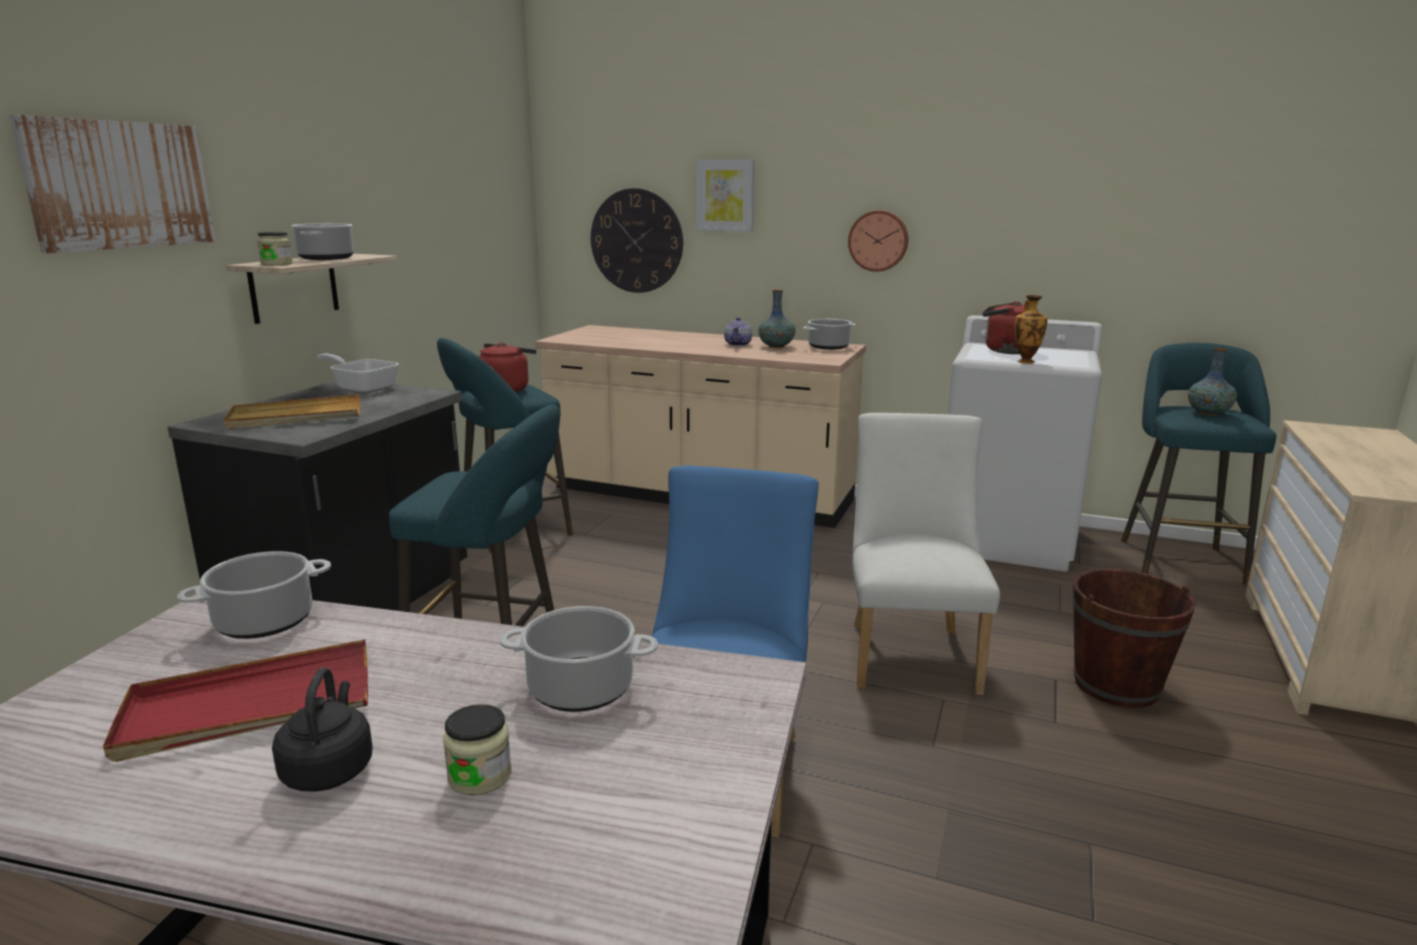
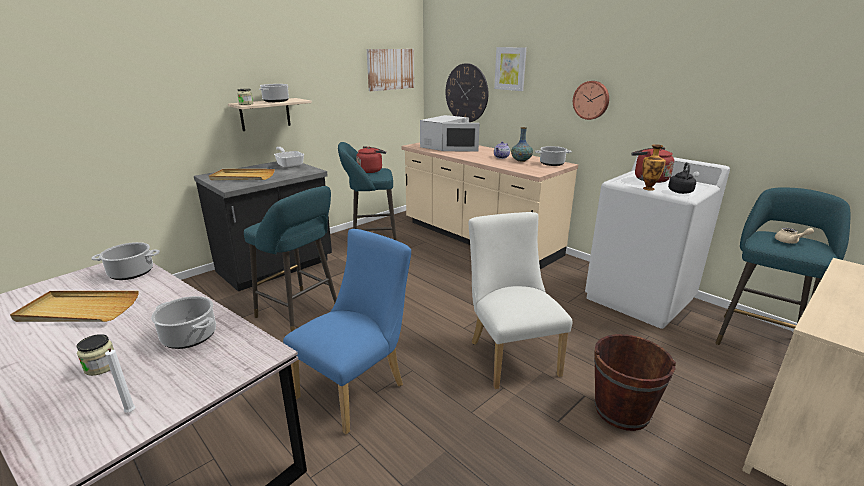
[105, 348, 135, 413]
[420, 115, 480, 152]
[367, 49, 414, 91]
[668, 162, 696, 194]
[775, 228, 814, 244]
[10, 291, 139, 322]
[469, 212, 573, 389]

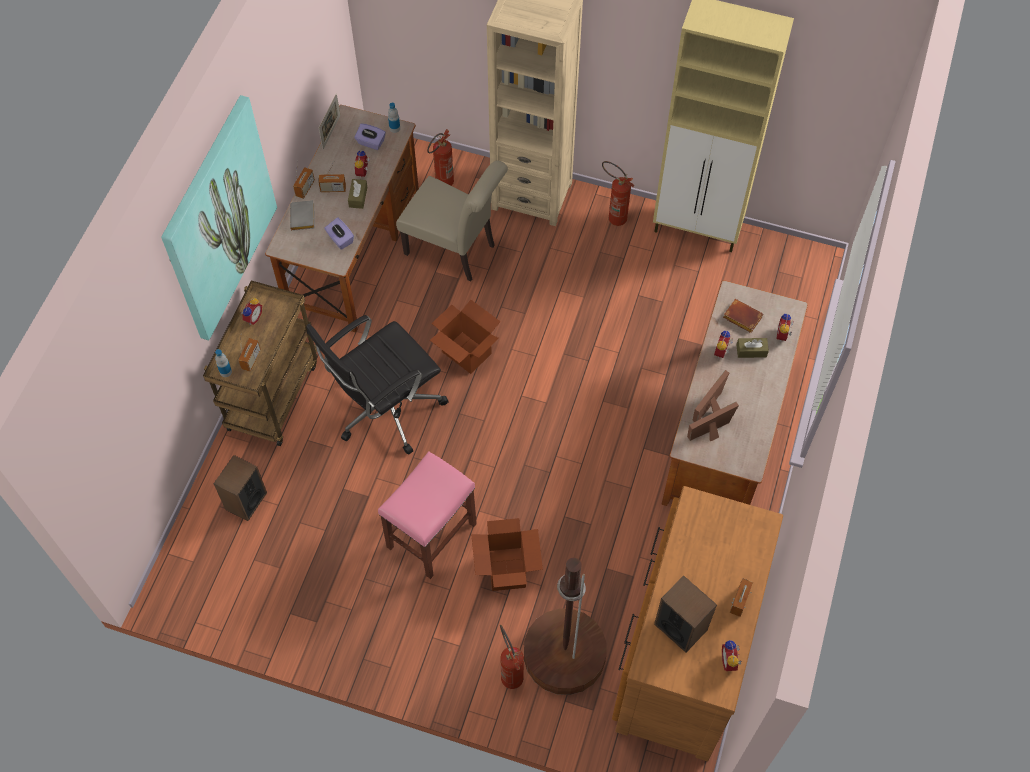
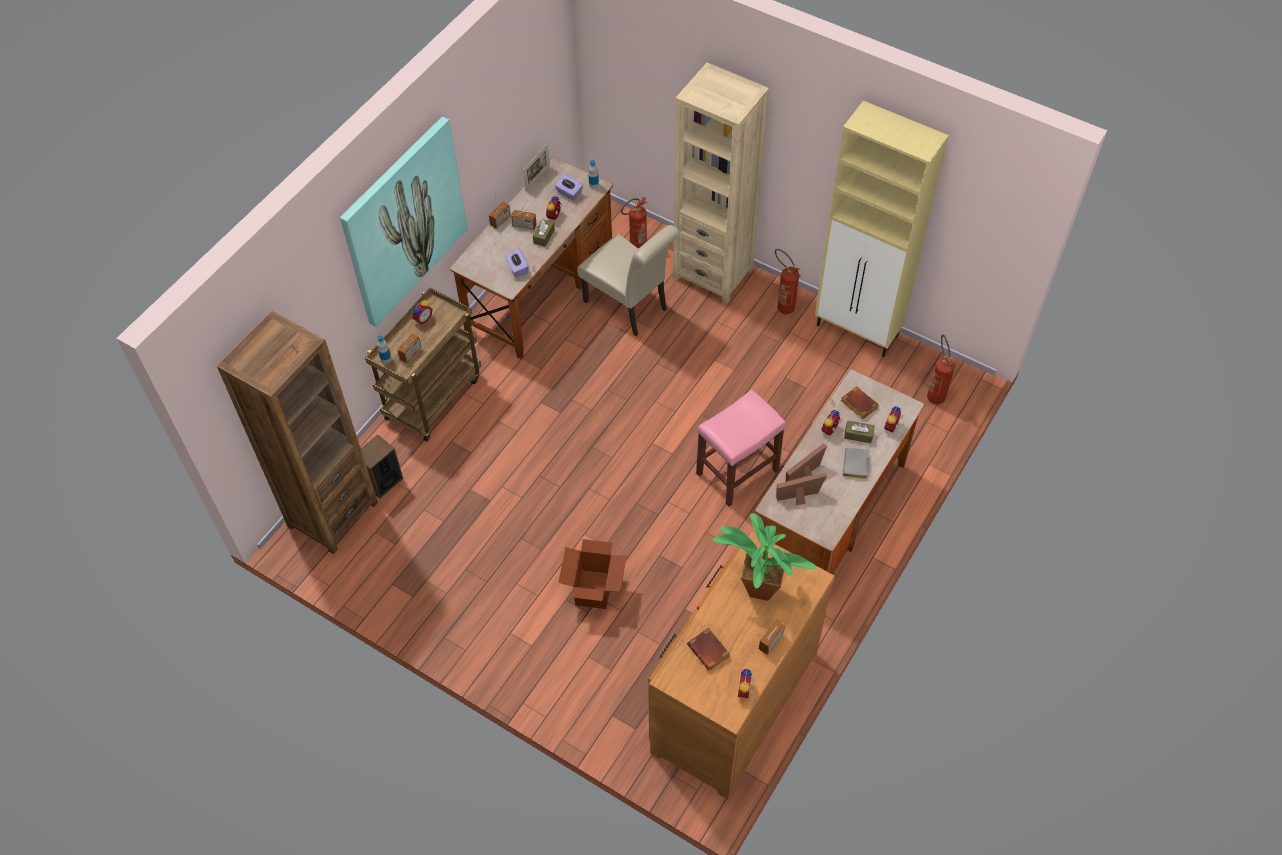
[306, 315, 449, 455] (first image)
[430, 300, 501, 374] (first image)
[524, 558, 606, 695] (first image)
[217, 311, 378, 554]
[713, 513, 816, 601]
[843, 448, 870, 479]
[696, 390, 786, 506]
[927, 334, 955, 404]
[687, 627, 730, 671]

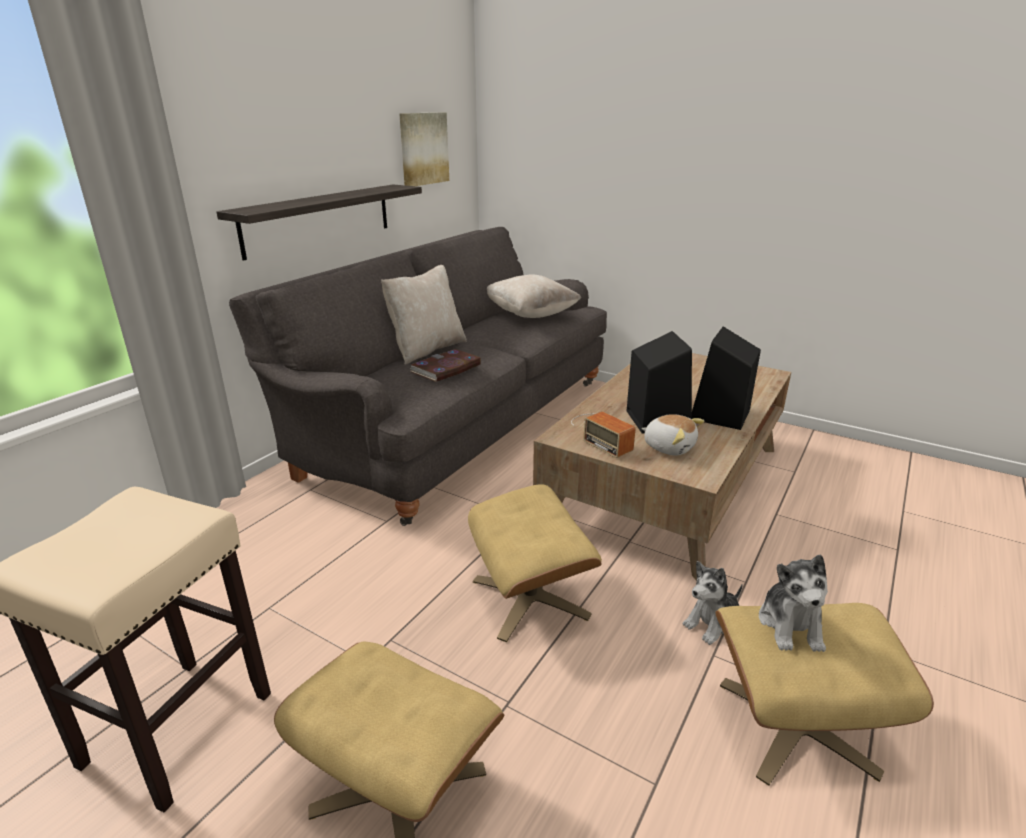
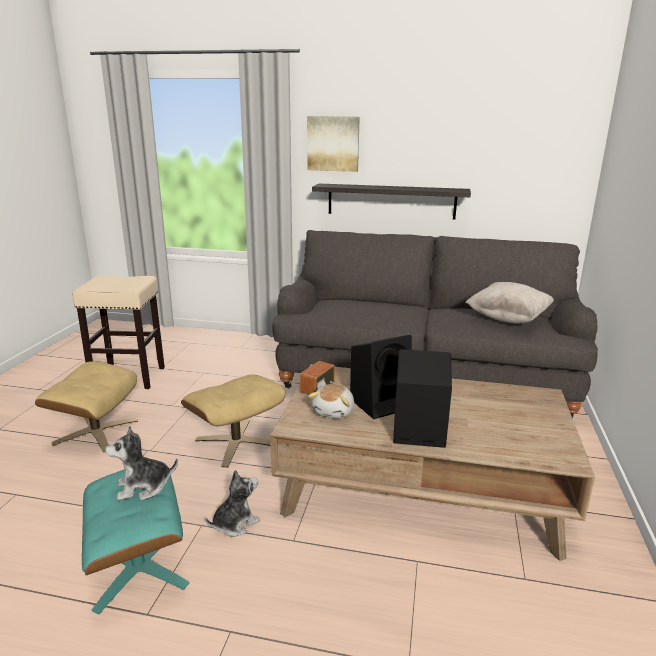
[381, 265, 467, 365] (first image)
[410, 349, 481, 382] (first image)
[307, 116, 360, 172]
[82, 461, 189, 614]
[206, 470, 260, 537]

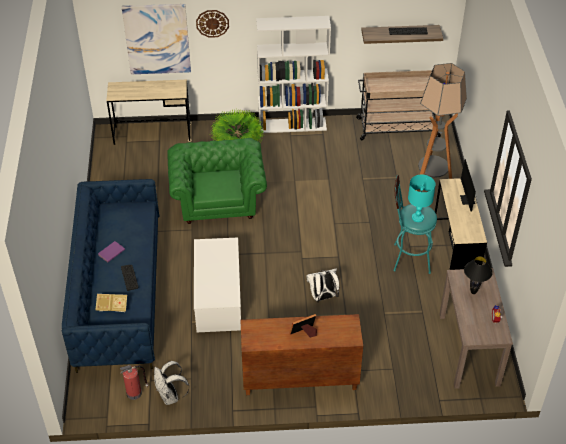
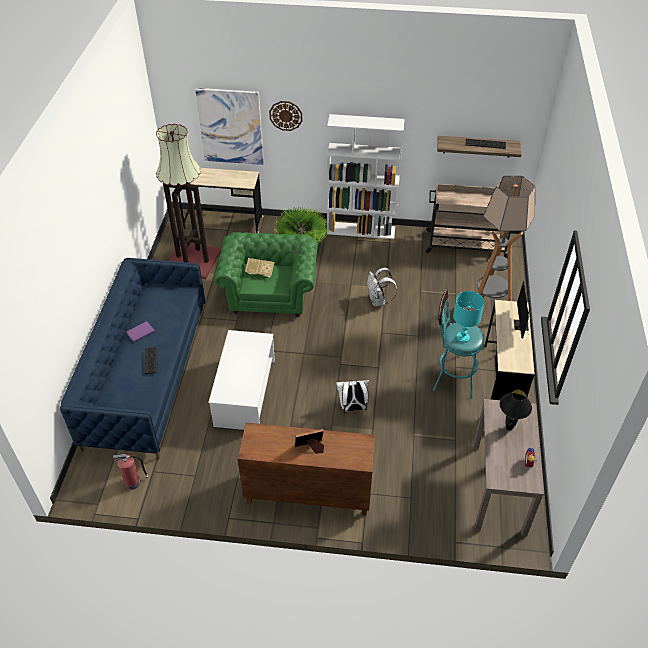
[156, 124, 221, 279]
[245, 258, 275, 277]
[367, 268, 397, 307]

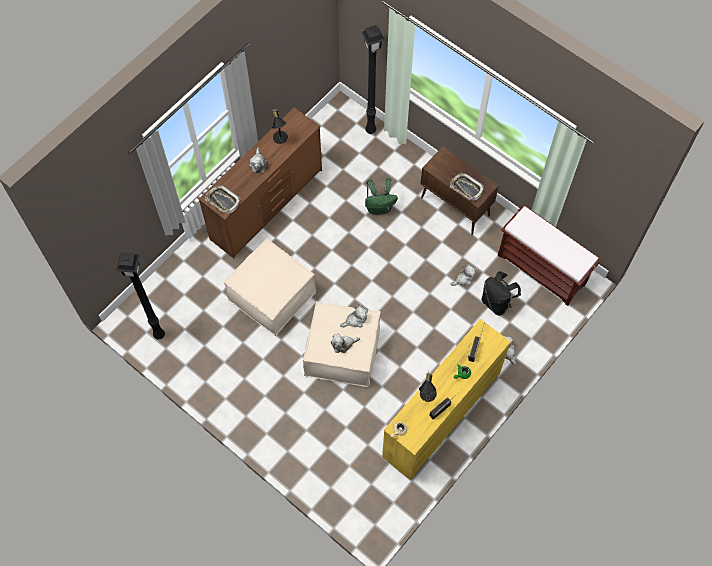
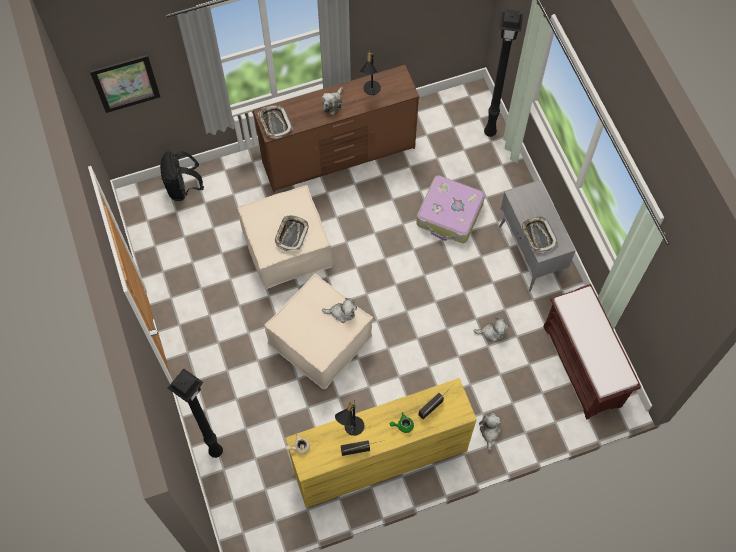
[330, 333, 360, 353] (first image)
[90, 55, 160, 113]
[275, 215, 309, 251]
[168, 368, 223, 458]
[160, 151, 204, 201]
[416, 175, 485, 243]
[499, 180, 576, 292]

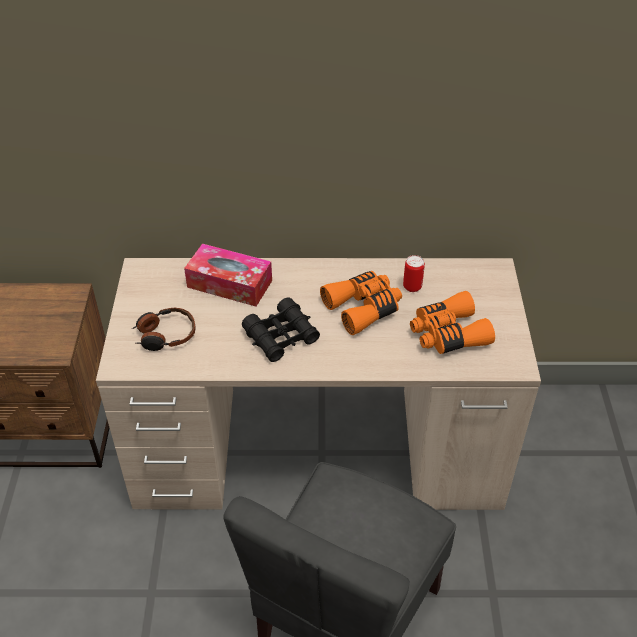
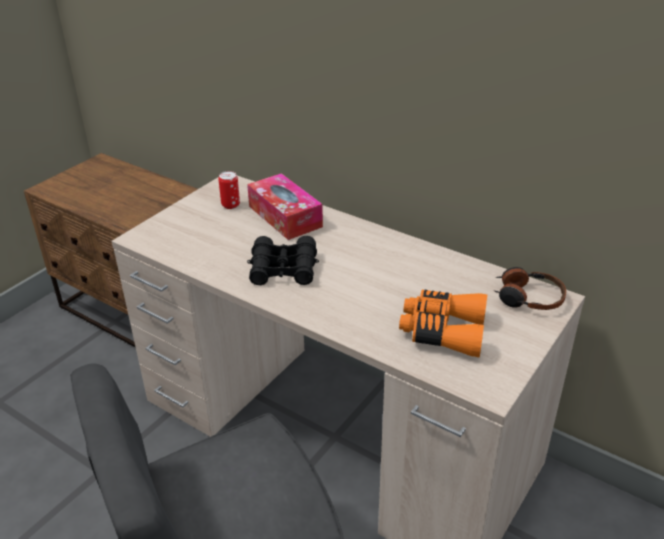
[320, 271, 402, 335] (first image)
[494, 267, 566, 310]
[218, 171, 240, 209]

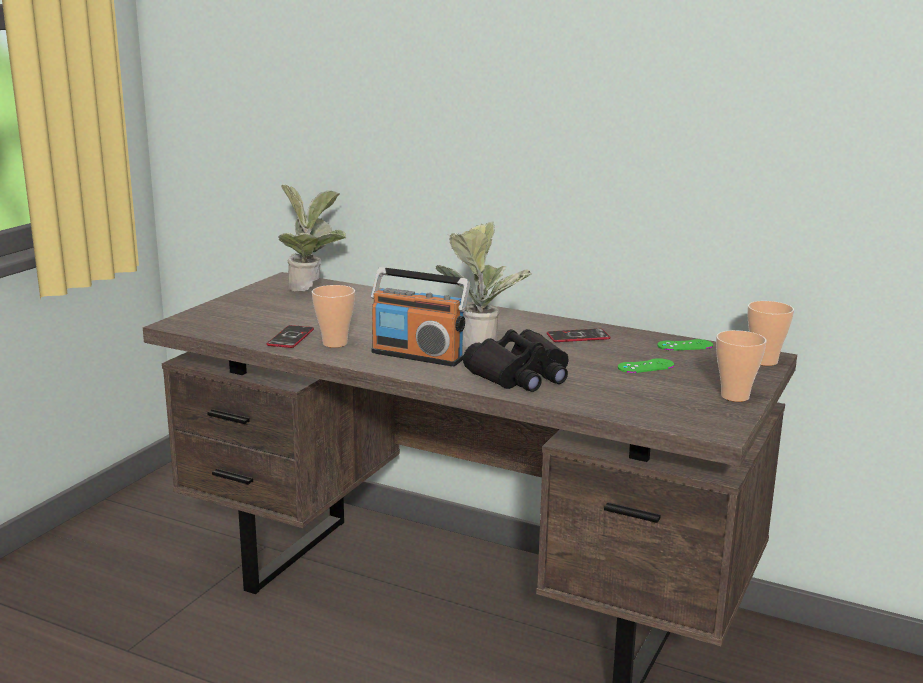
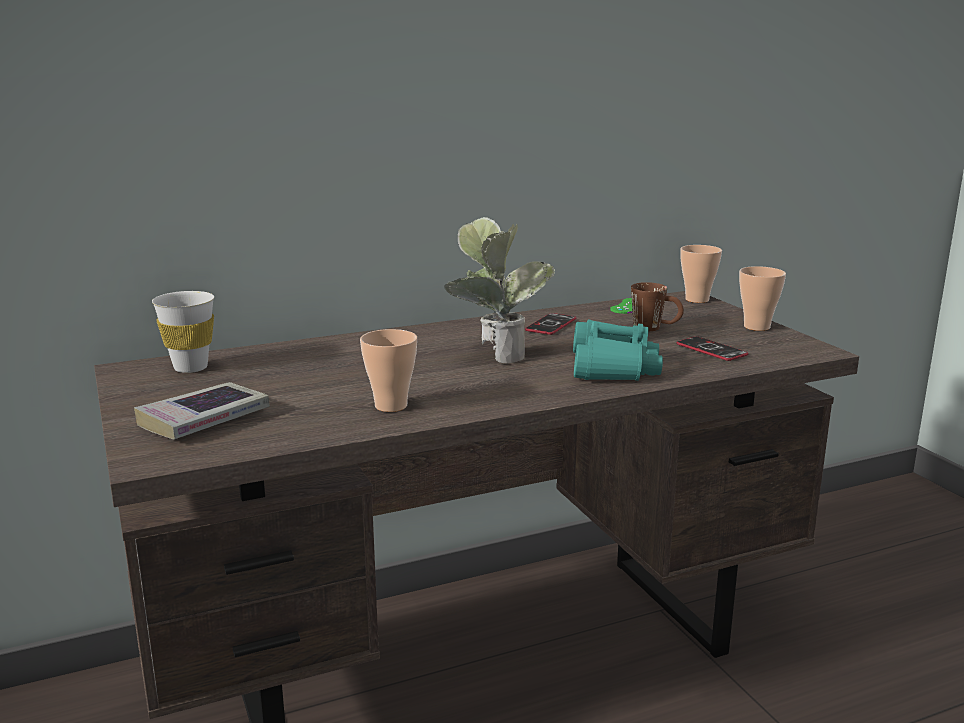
[371, 267, 470, 366] (first image)
[134, 382, 270, 439]
[676, 336, 748, 361]
[152, 291, 214, 373]
[631, 282, 684, 331]
[573, 320, 663, 381]

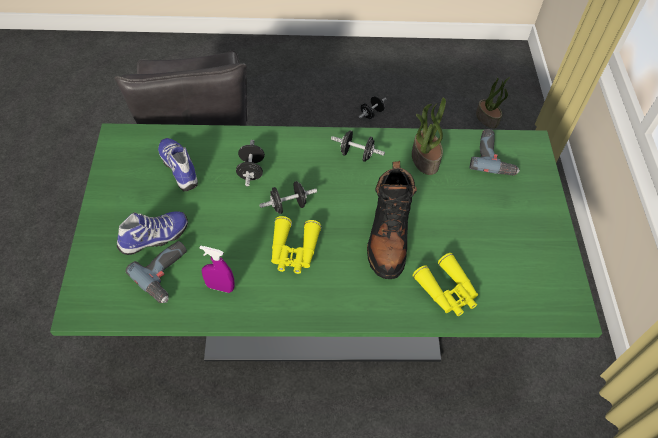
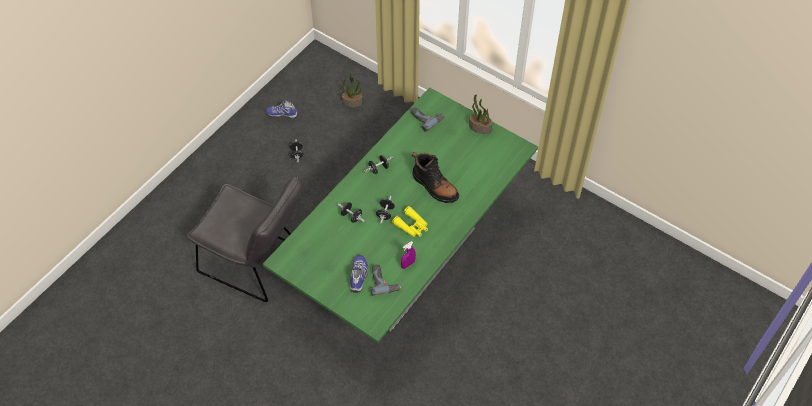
[413, 253, 478, 316] (first image)
[266, 101, 298, 119]
[469, 94, 492, 134]

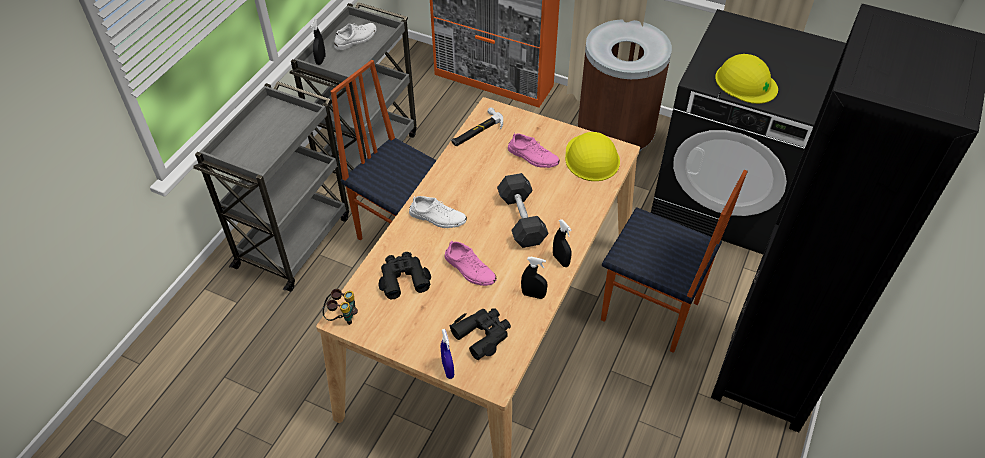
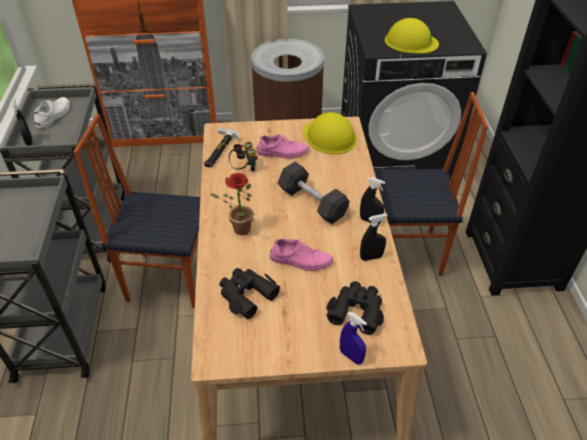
[229, 141, 258, 171]
[210, 173, 255, 235]

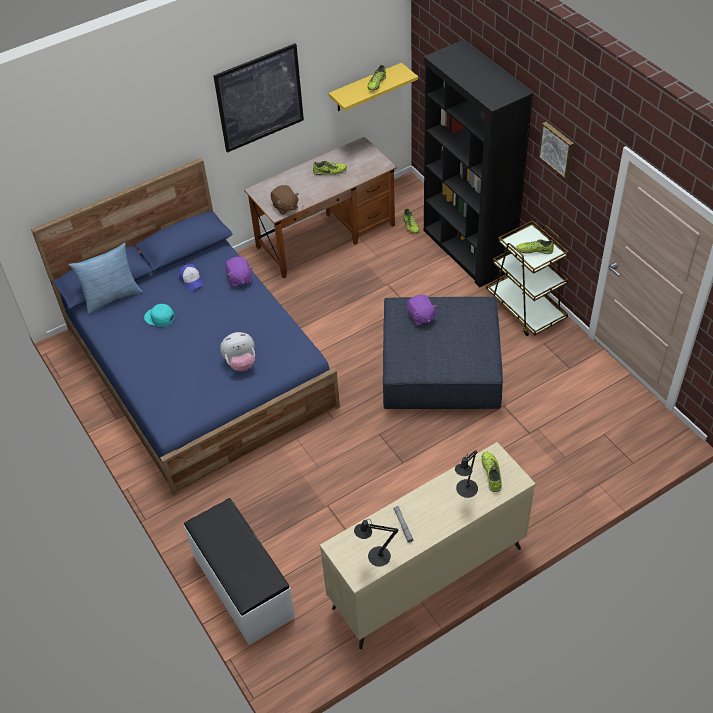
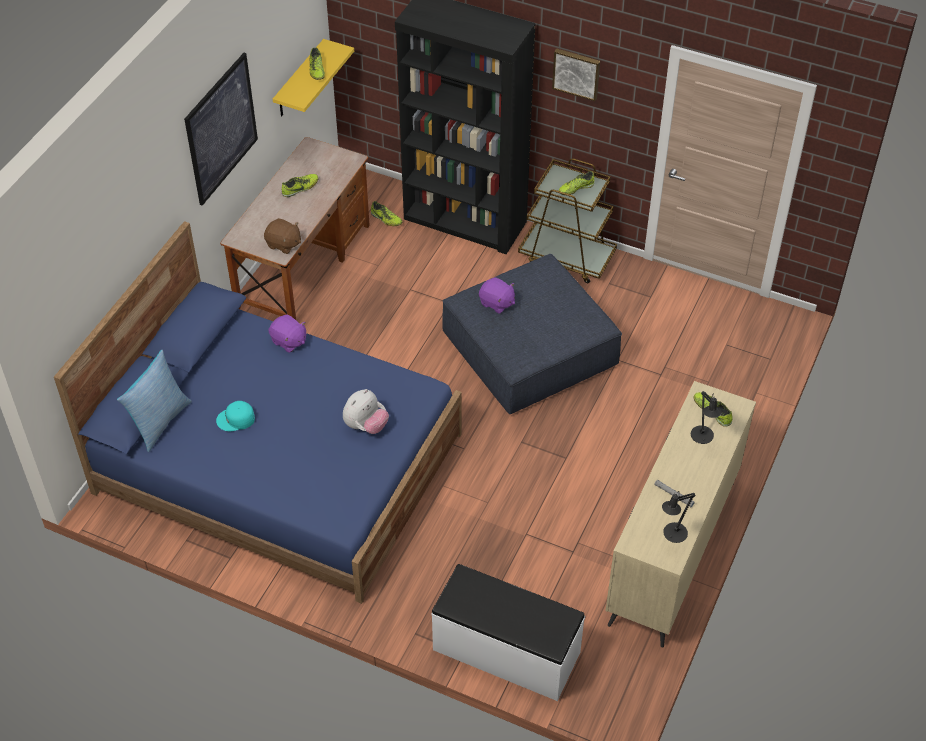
[179, 264, 203, 290] (first image)

